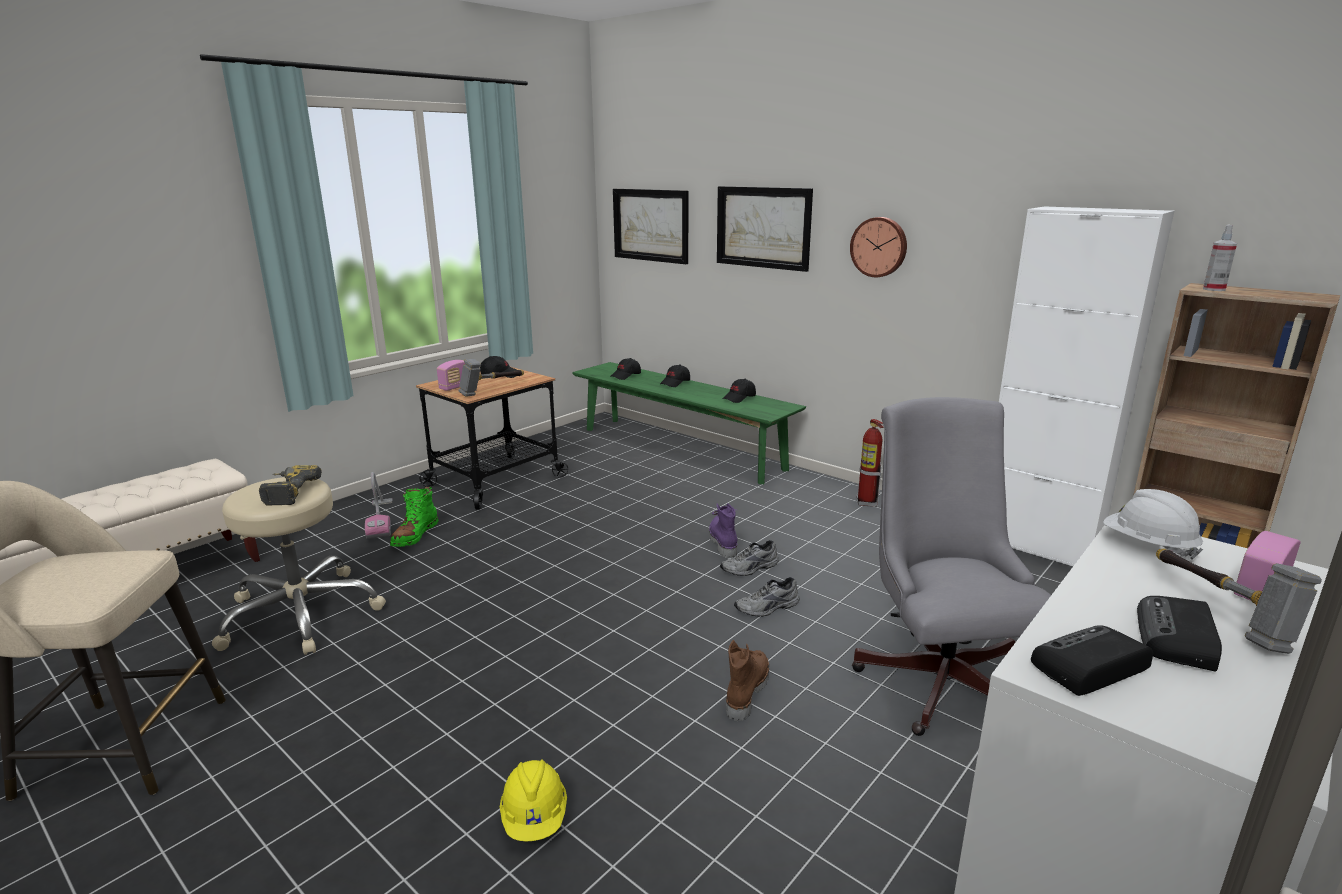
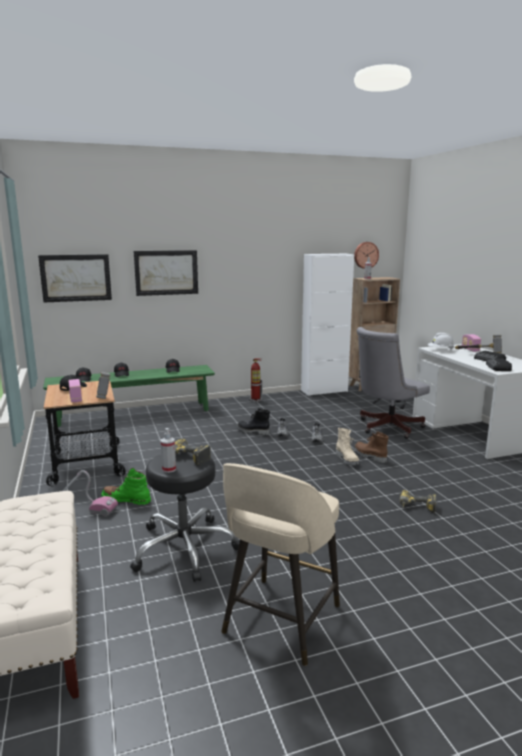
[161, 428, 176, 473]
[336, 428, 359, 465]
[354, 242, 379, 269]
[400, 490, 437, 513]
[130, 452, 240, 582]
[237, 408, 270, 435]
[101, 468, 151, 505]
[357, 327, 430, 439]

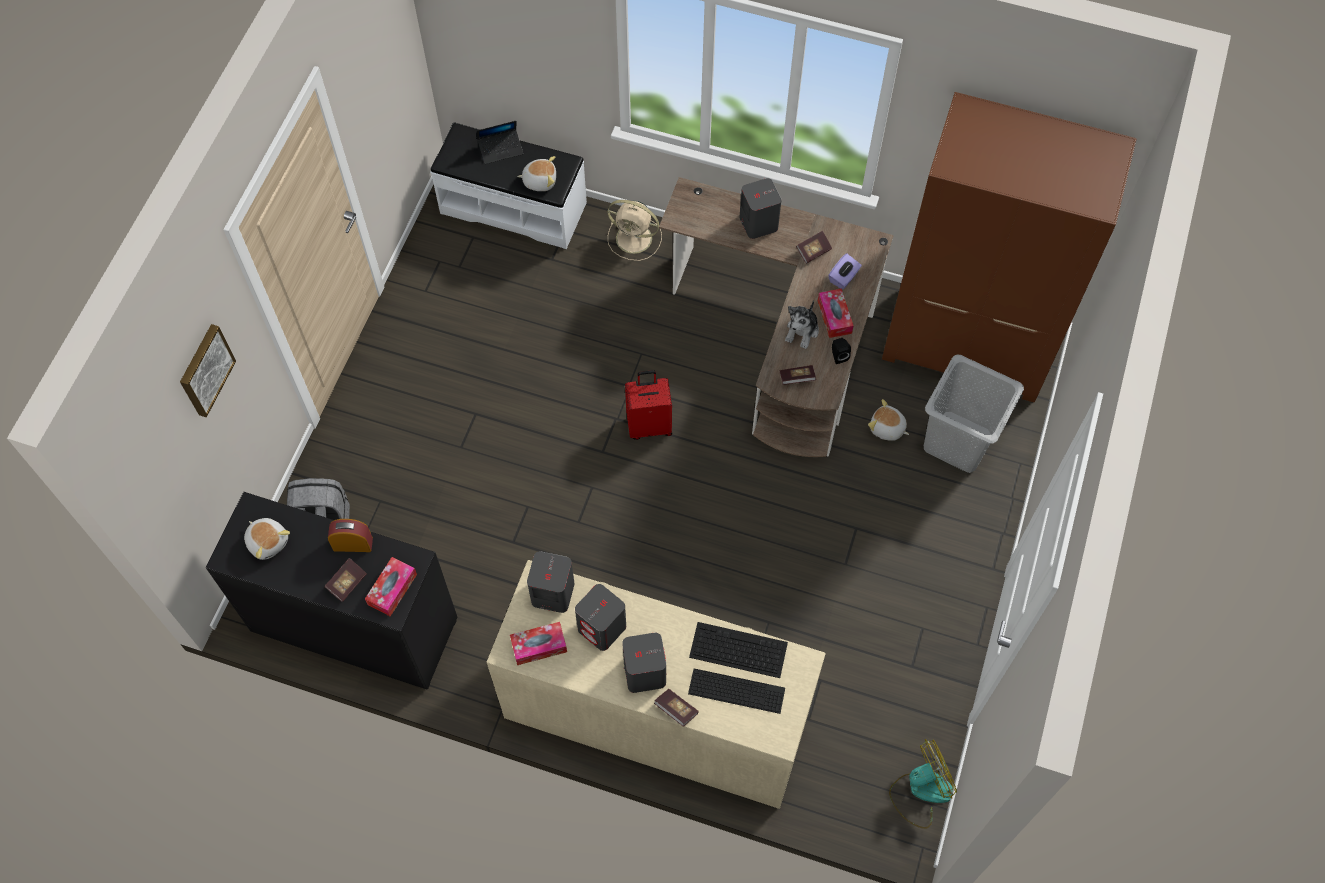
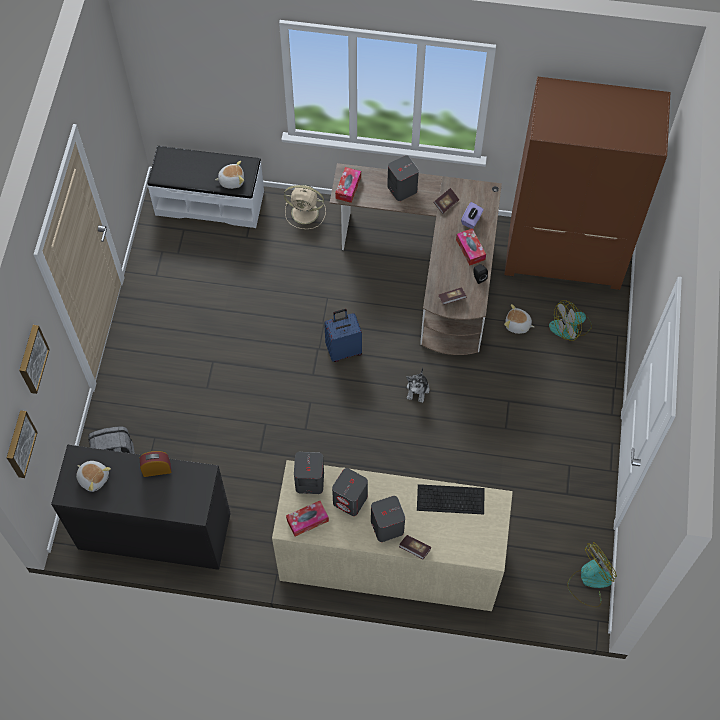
[324, 558, 367, 602] (first image)
[477, 121, 523, 164] (first image)
[688, 668, 785, 714] (first image)
[7, 410, 38, 478]
[335, 167, 361, 203]
[406, 367, 429, 403]
[549, 300, 592, 341]
[324, 309, 362, 362]

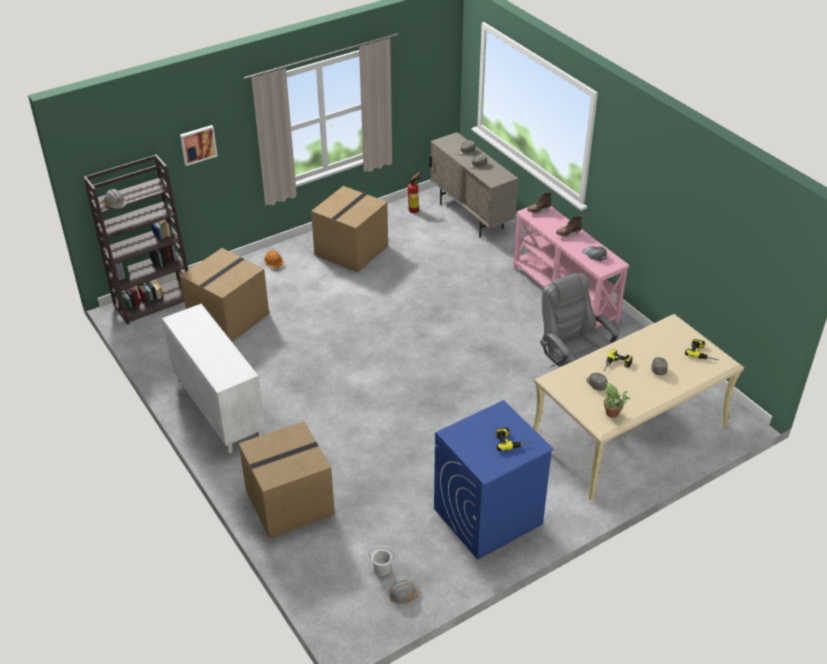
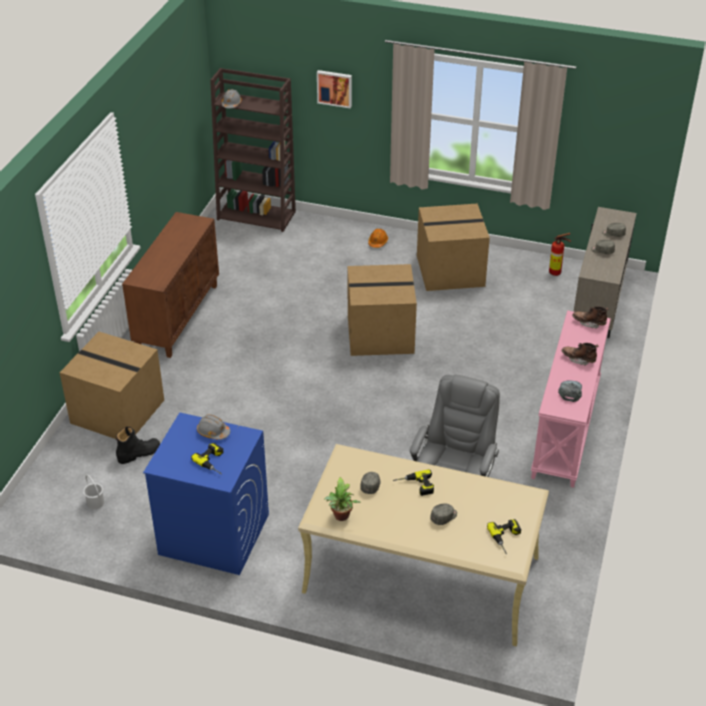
[116, 427, 160, 464]
[348, 264, 417, 356]
[197, 414, 230, 440]
[122, 212, 219, 358]

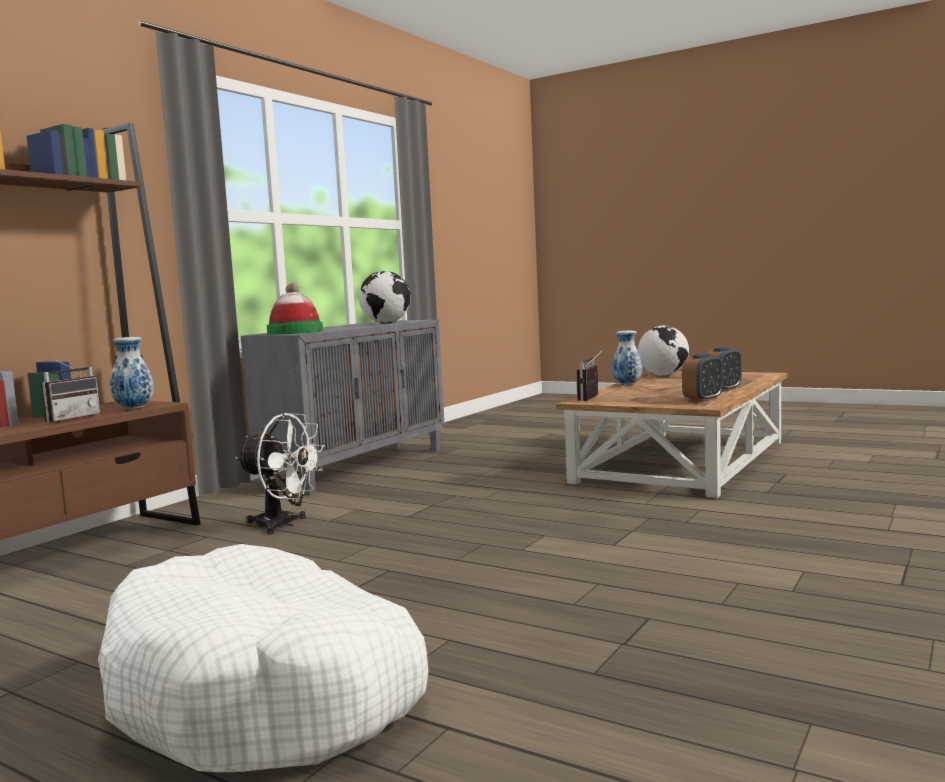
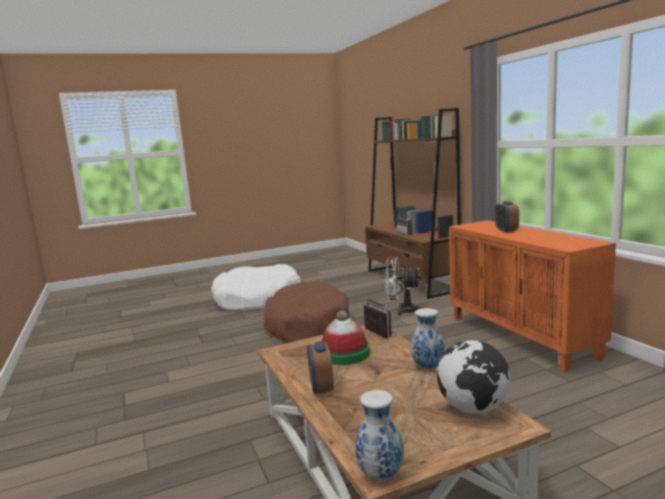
[359, 271, 410, 323] (first image)
[264, 282, 350, 343]
[355, 390, 404, 480]
[322, 311, 370, 365]
[495, 201, 519, 232]
[449, 220, 616, 372]
[385, 257, 424, 315]

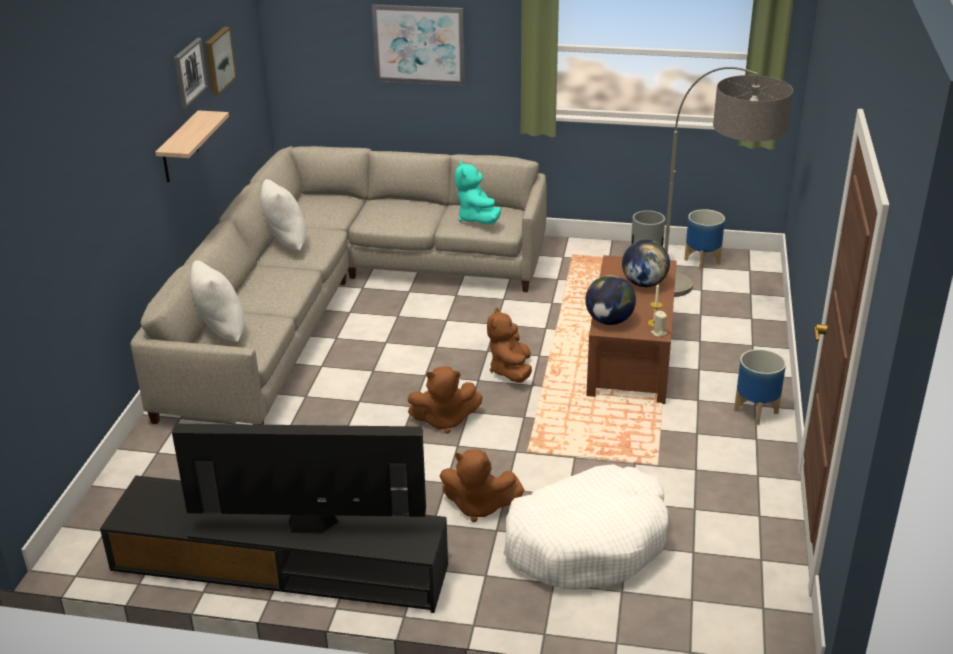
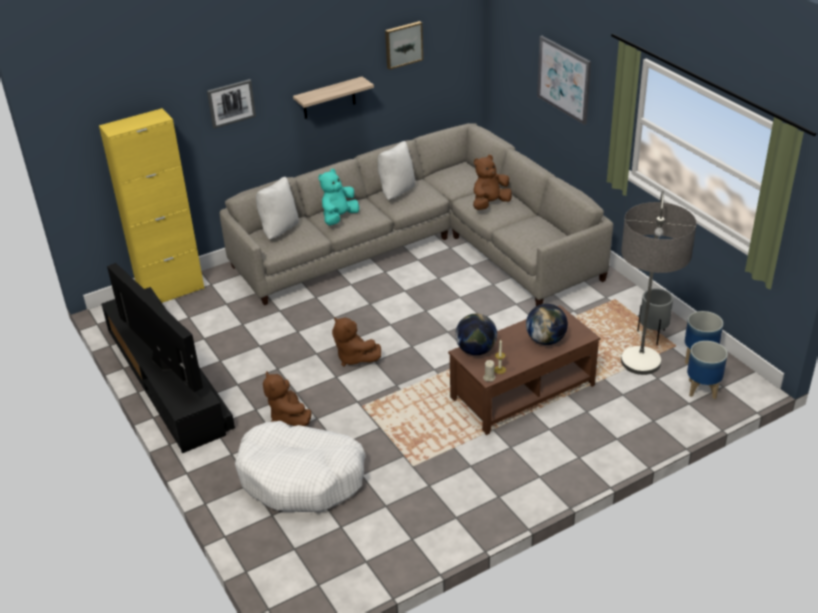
[99, 108, 205, 303]
[207, 79, 256, 129]
[318, 169, 359, 226]
[473, 155, 512, 210]
[687, 341, 728, 399]

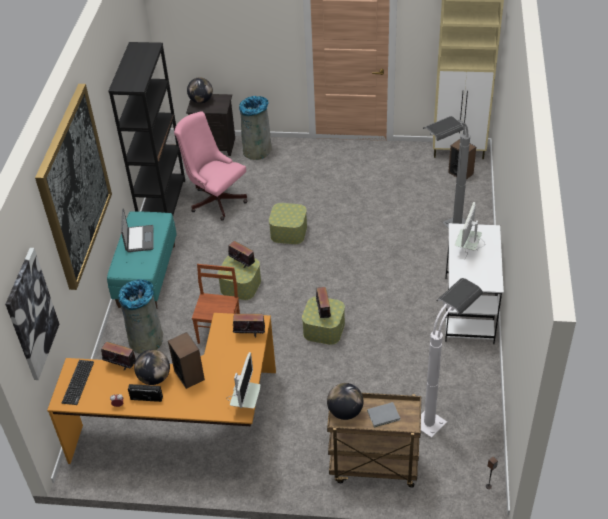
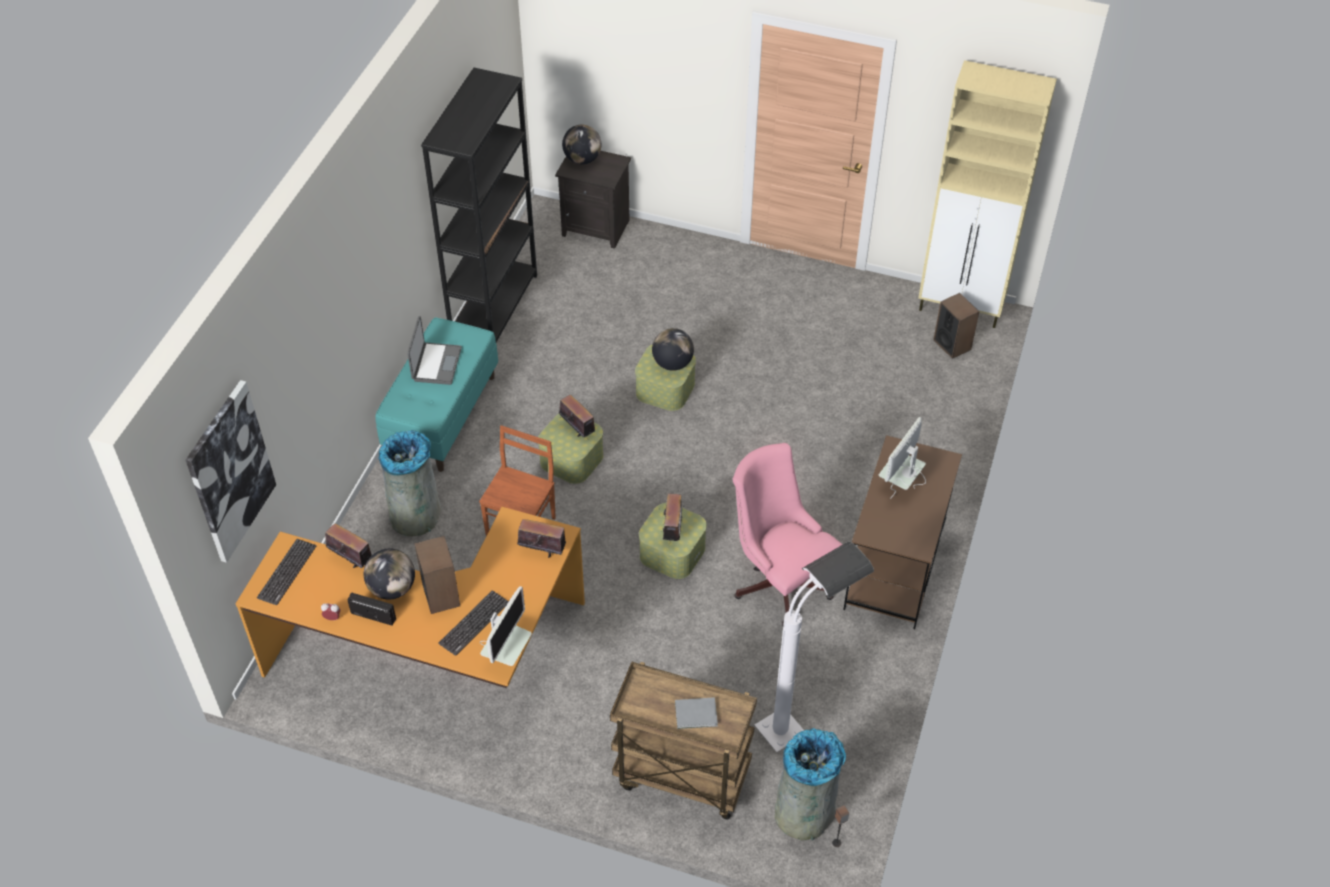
[35, 84, 112, 290] (first image)
[423, 116, 470, 228] (first image)
[438, 591, 509, 656]
[733, 443, 843, 626]
[775, 728, 846, 840]
[652, 328, 694, 371]
[843, 435, 962, 629]

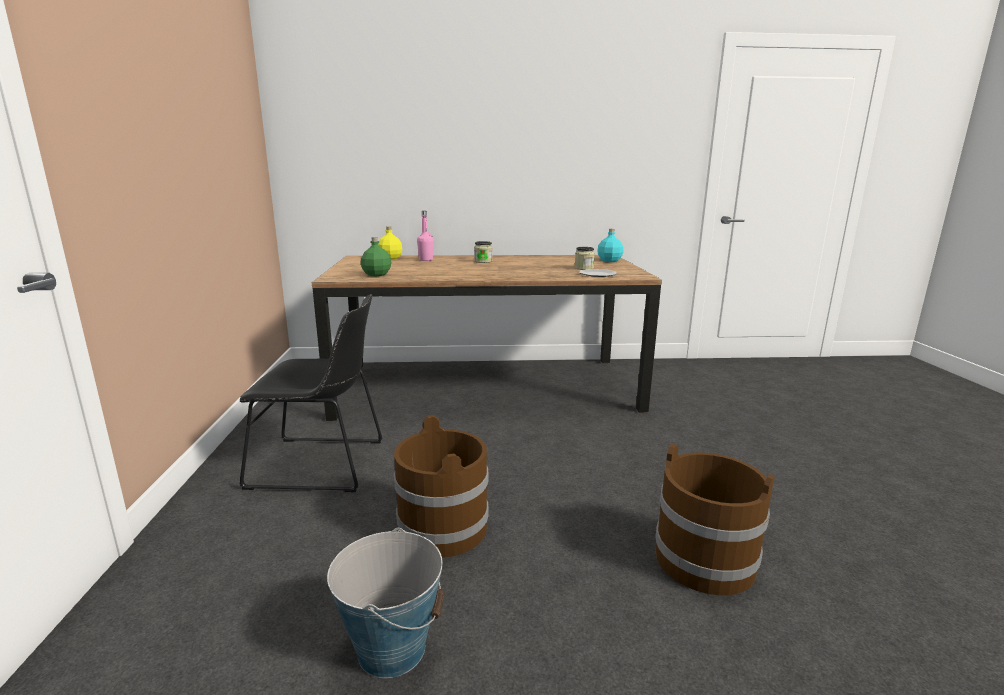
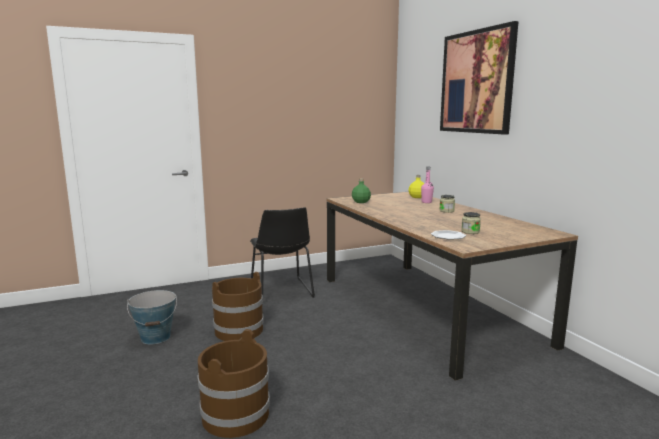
[597, 229, 623, 262] (first image)
[440, 21, 519, 135]

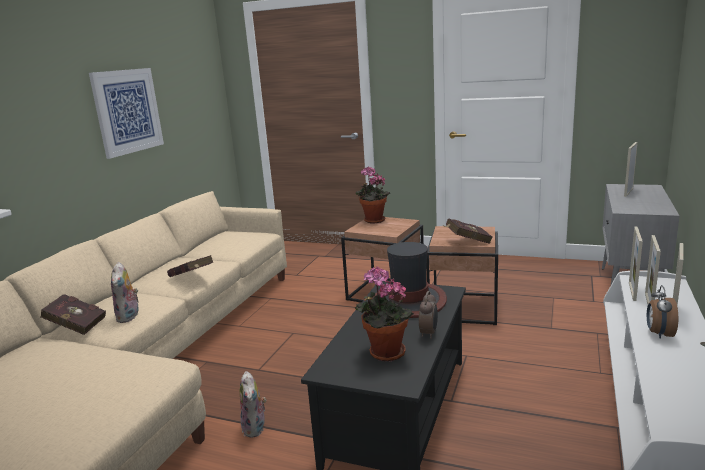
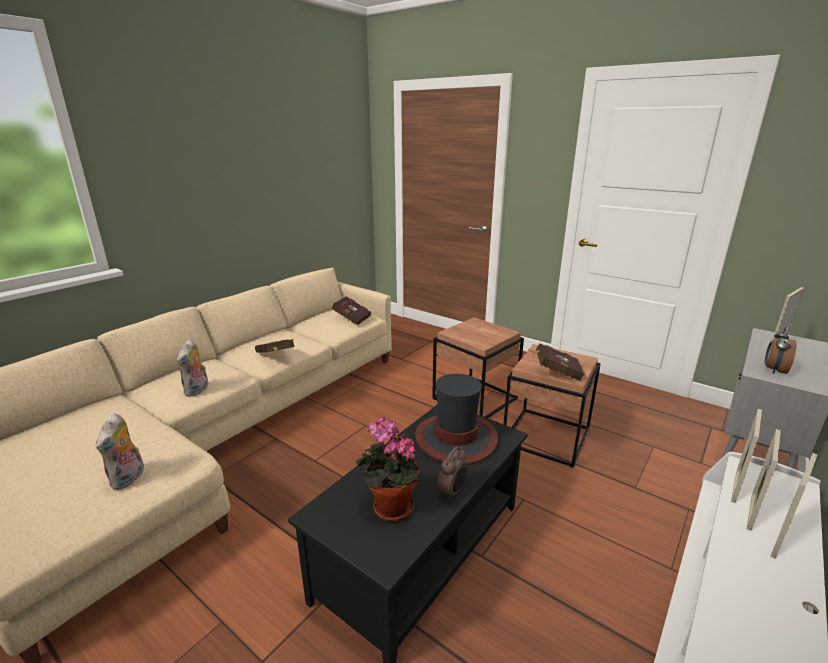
[89, 68, 164, 159] (first image)
[356, 166, 390, 223] (first image)
[332, 296, 371, 325]
[96, 413, 144, 490]
[765, 327, 797, 374]

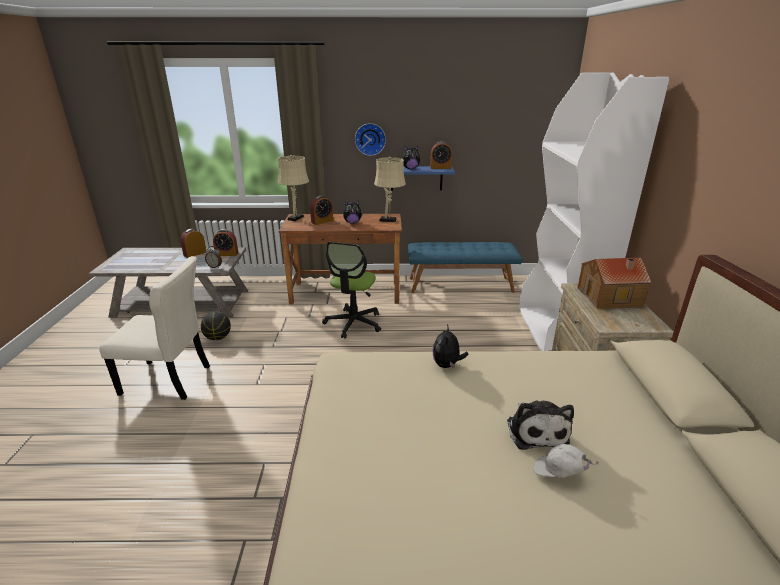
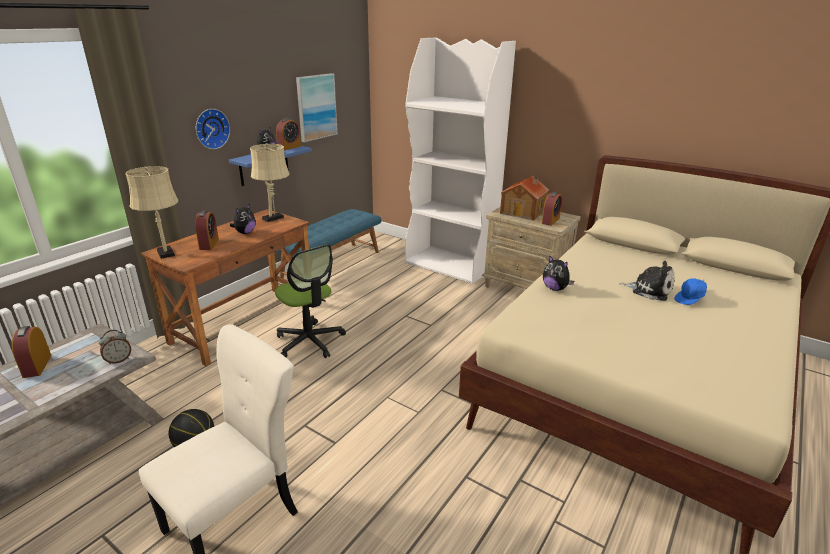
[296, 73, 338, 142]
[542, 192, 562, 226]
[674, 278, 707, 305]

